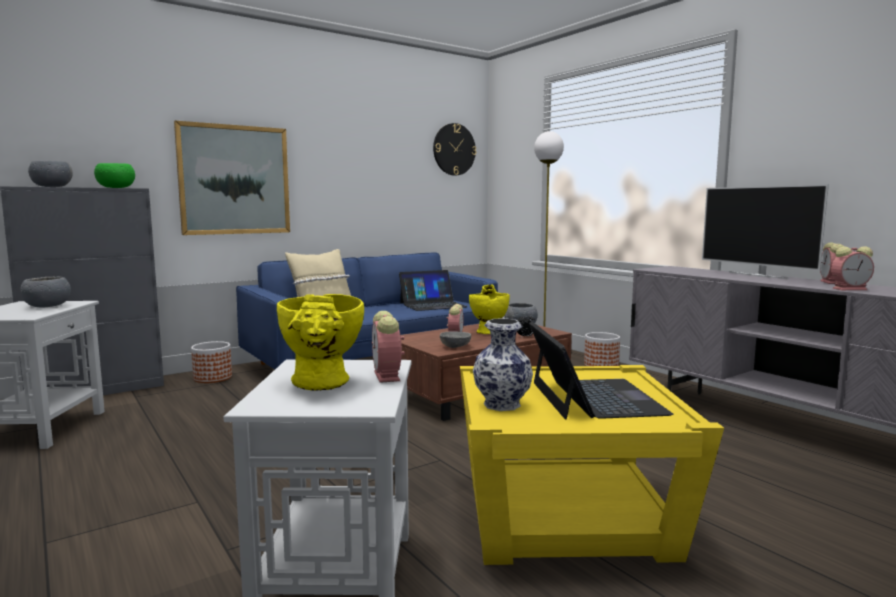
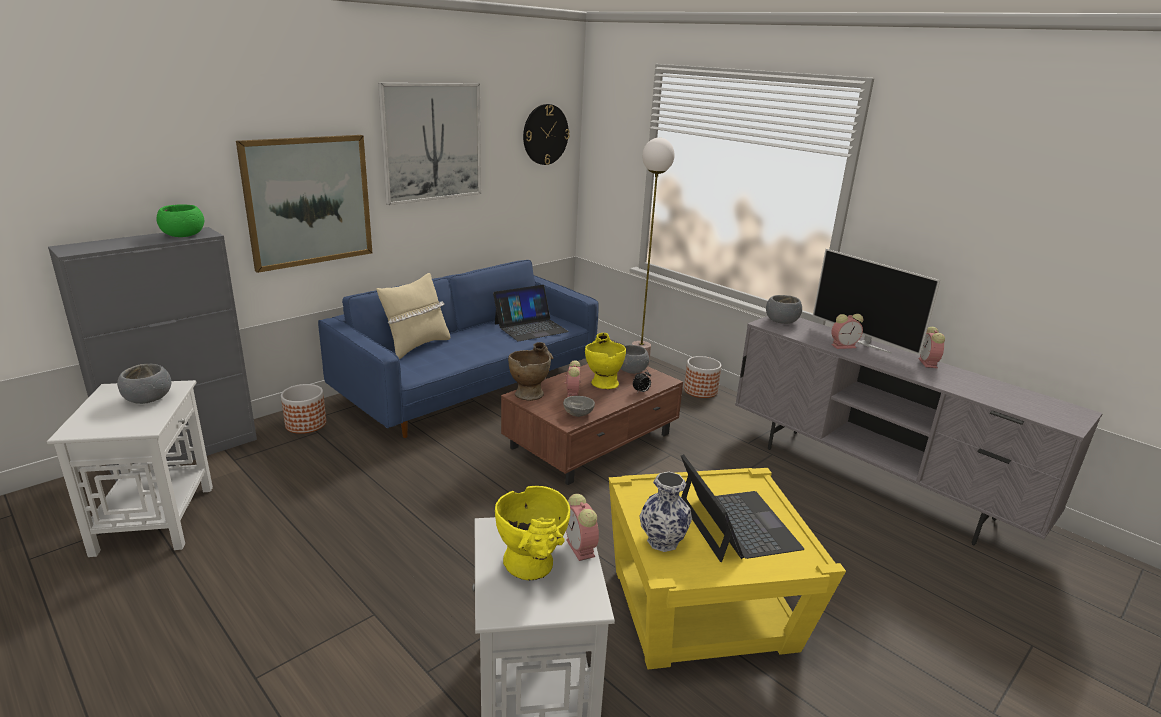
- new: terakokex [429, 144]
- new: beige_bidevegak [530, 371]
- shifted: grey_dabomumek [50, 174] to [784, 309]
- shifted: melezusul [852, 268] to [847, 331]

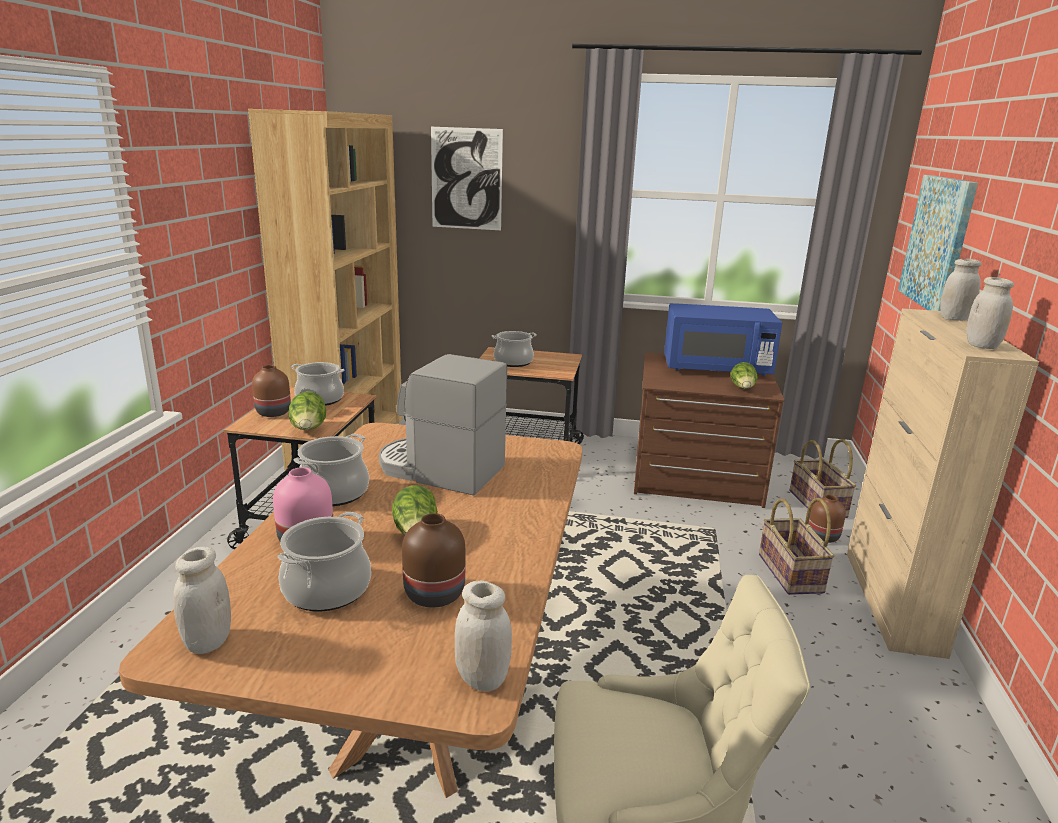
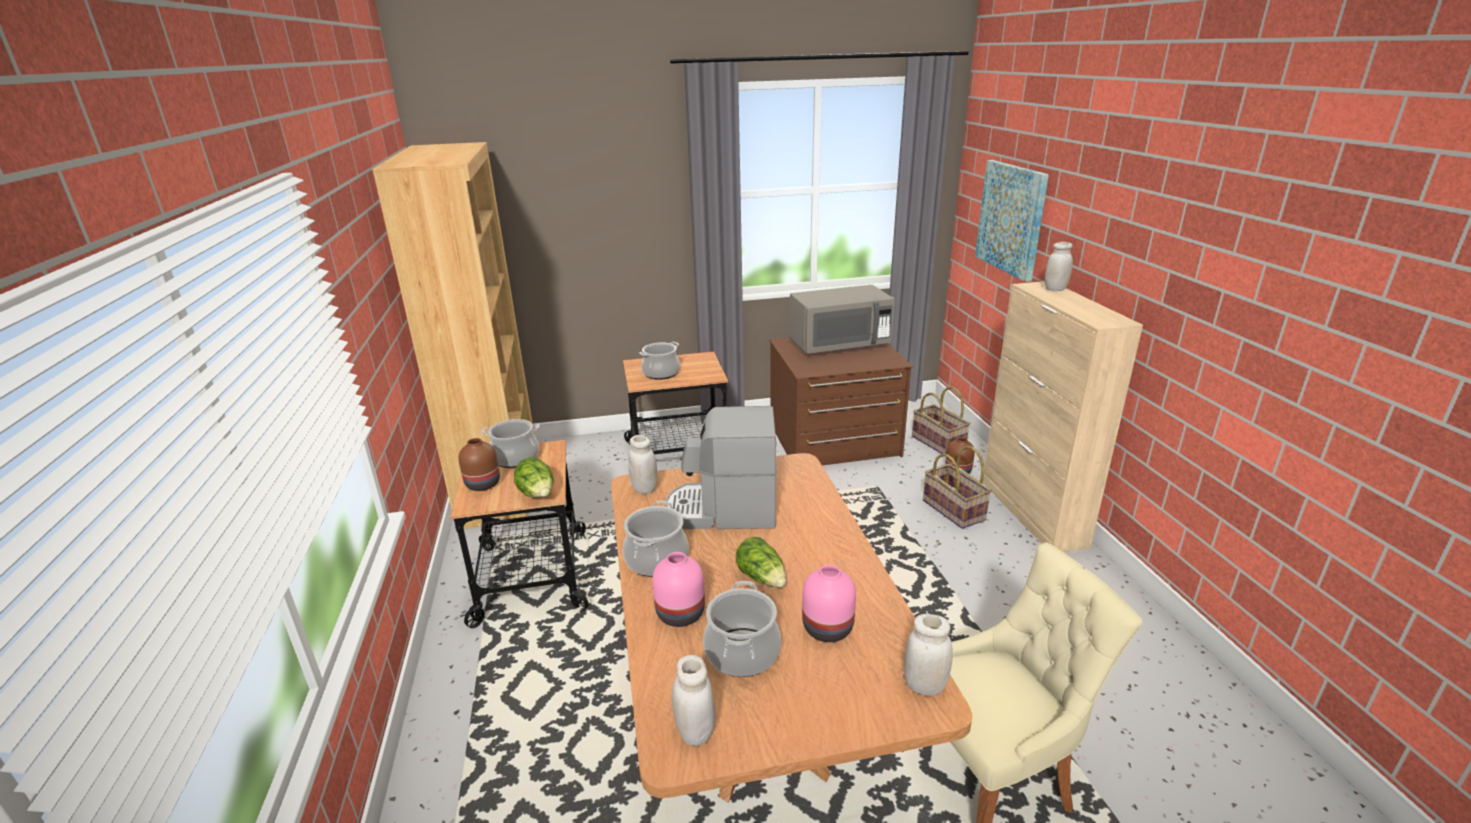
- gone: terakokex [467, 178]
- gone: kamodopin [744, 375]
- shifted: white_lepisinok [990, 313] to [642, 464]
- repainted: brown_bidevegak [433, 560] to pink_bidevegak [829, 603]
- repainted: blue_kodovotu [723, 339] to grey_kodovotu [842, 319]

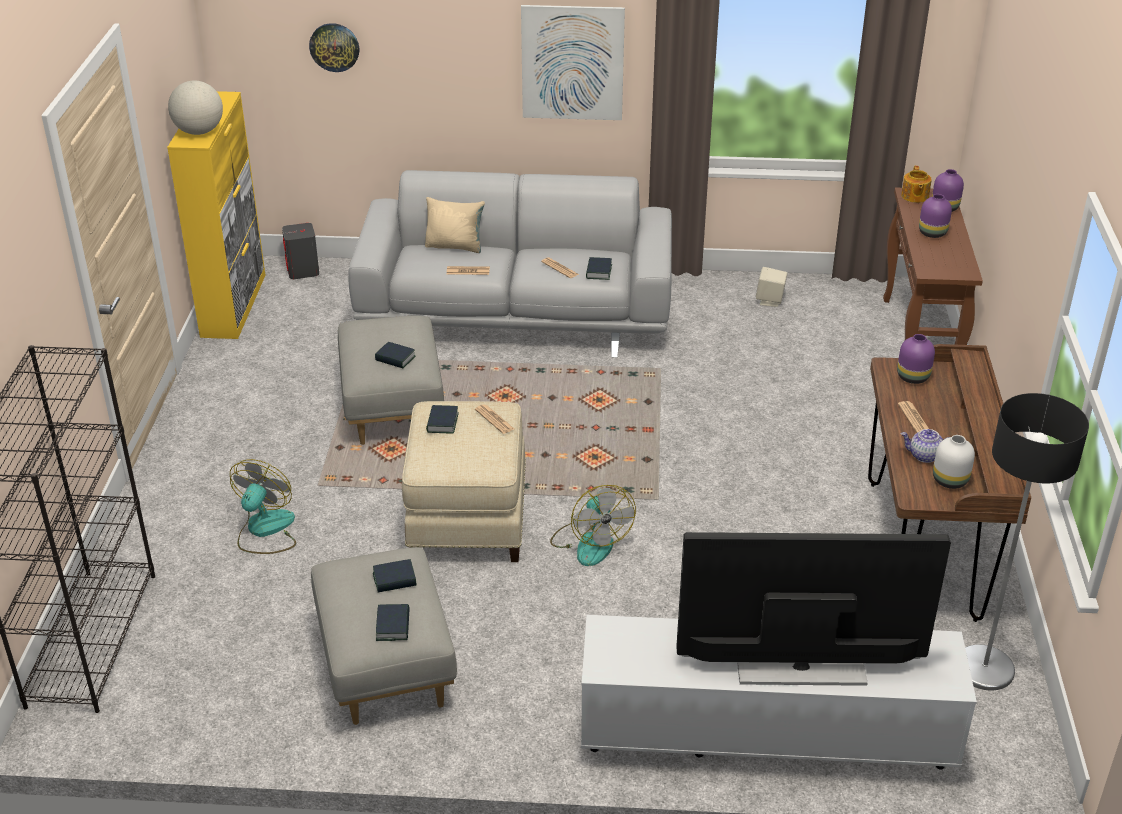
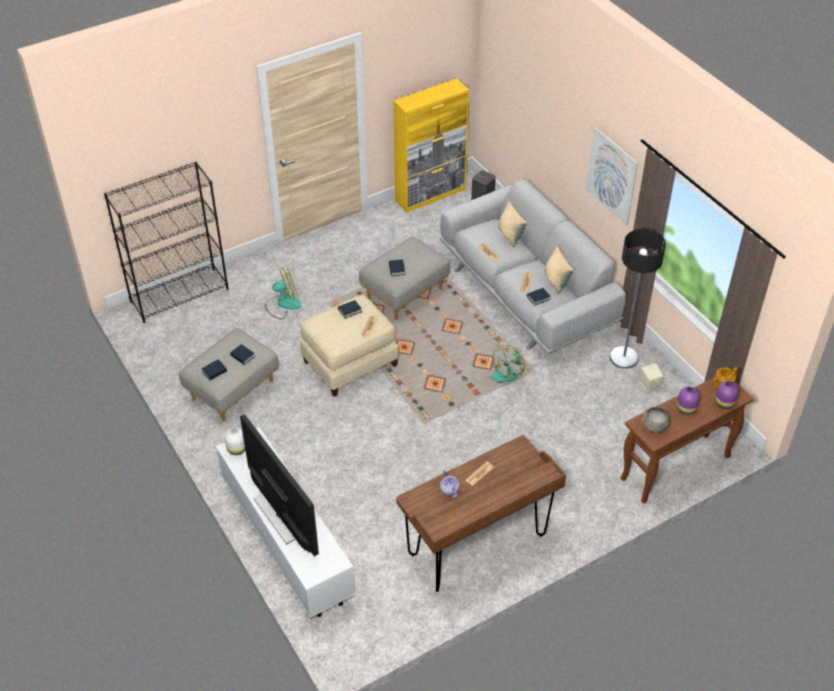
- gone: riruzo [195, 108]
- gone: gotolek [334, 47]
- gone: purple_bidevegak [916, 359]
- new: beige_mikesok [559, 270]
- new: grey_dabomumek [656, 420]
- shifted: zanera [593, 525] to [508, 363]
- shifted: white_bidevegak [954, 462] to [235, 441]
- shifted: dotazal [1027, 541] to [638, 299]

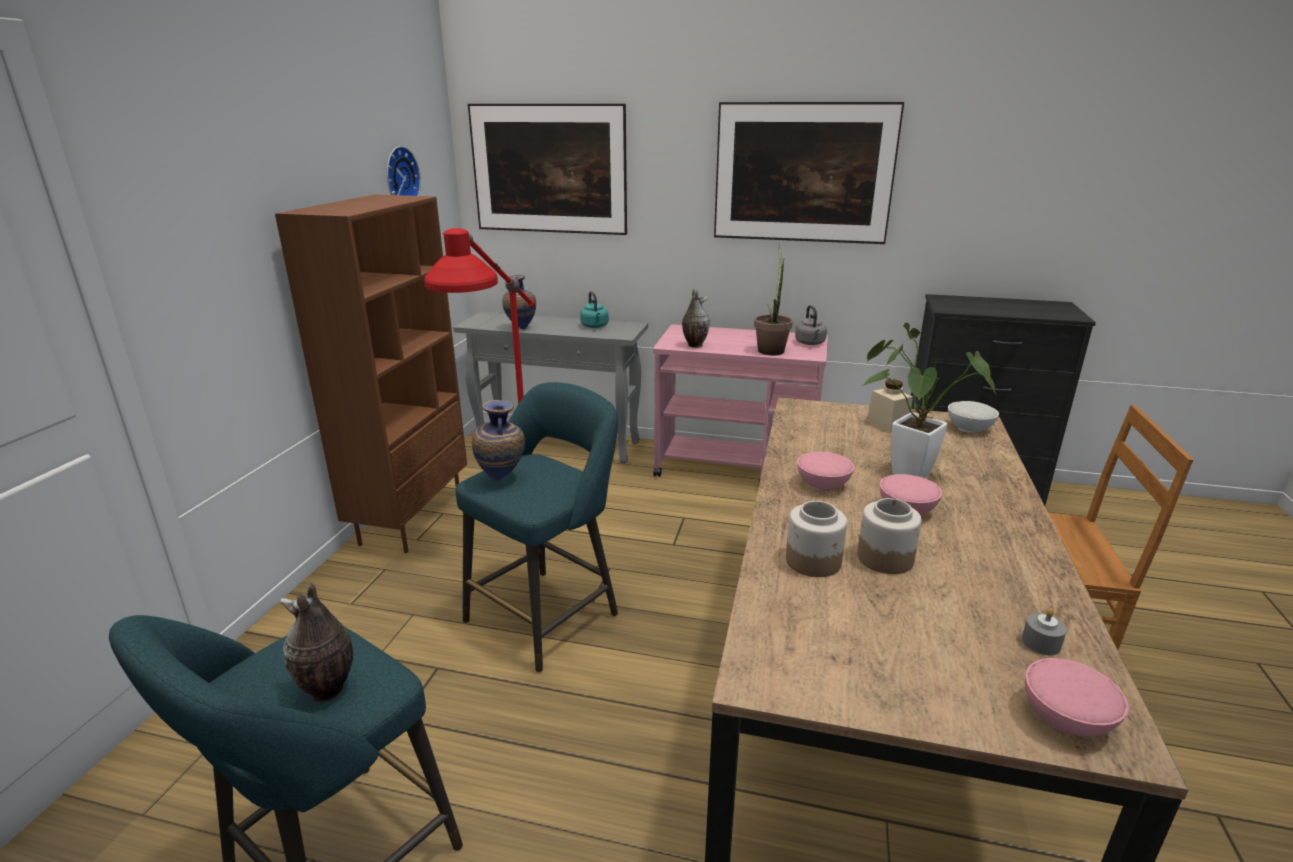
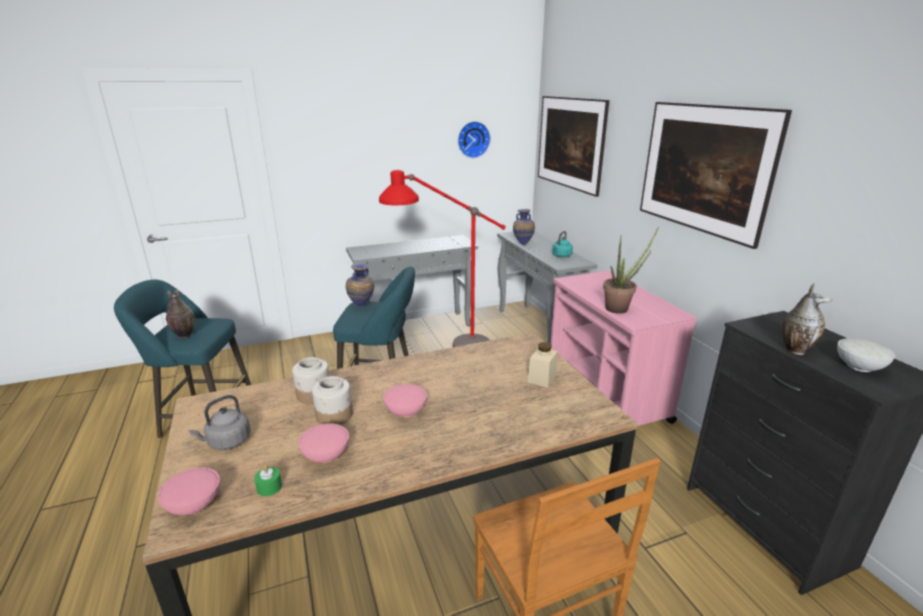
- gone: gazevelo [928, 400]
- shifted: bidevegak [696, 318] to [807, 319]
- shifted: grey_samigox [811, 325] to [220, 422]
- shifted: pink_dabomumek [825, 471] to [323, 443]
- shifted: white_dabomumek [973, 417] to [866, 355]
- swapped: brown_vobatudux [371, 374] to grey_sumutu [412, 281]
- repainted: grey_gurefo [1044, 632] to green_gurefo [268, 480]

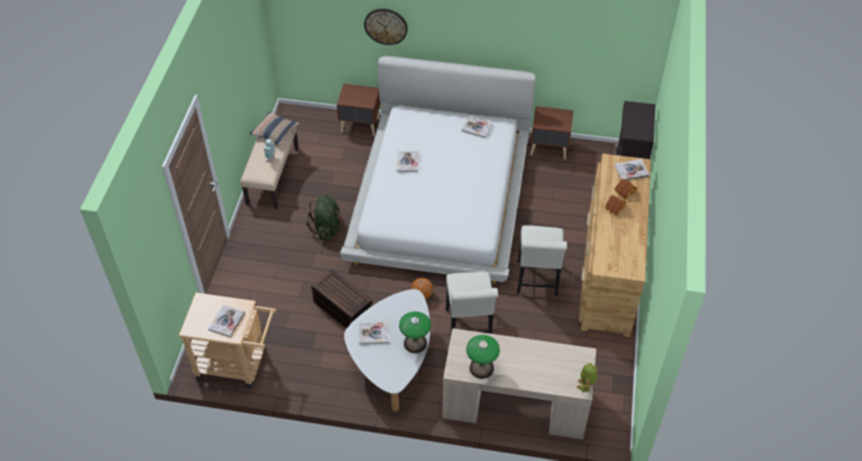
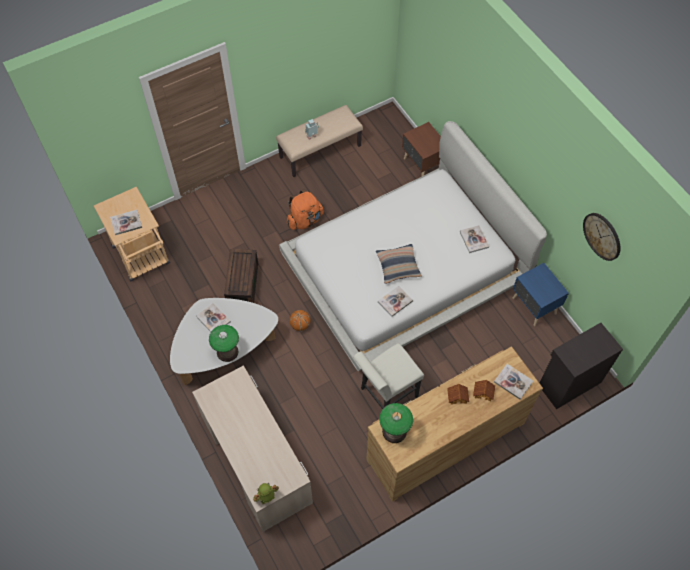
- gone: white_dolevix [472, 305]
- shifted: mikesok [274, 128] to [399, 264]
- shifted: gotolek [386, 27] to [601, 237]
- shifted: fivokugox [407, 161] to [395, 301]
- shifted: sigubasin [483, 357] to [396, 423]
- repainted: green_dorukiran [324, 218] to orange_dorukiran [305, 209]
- repainted: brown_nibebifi [552, 132] to blue_nibebifi [540, 294]

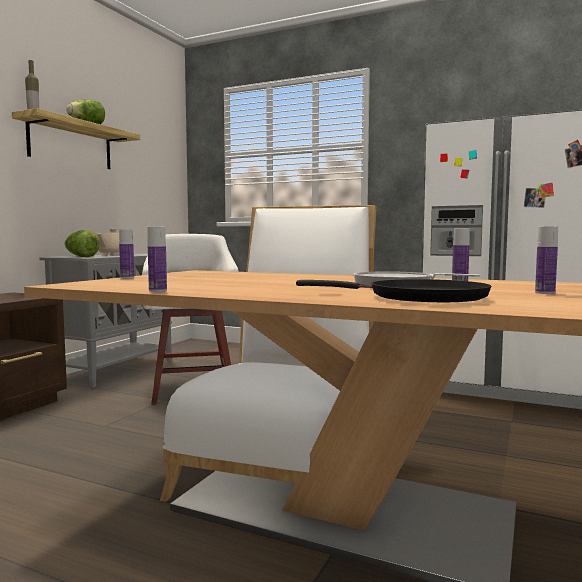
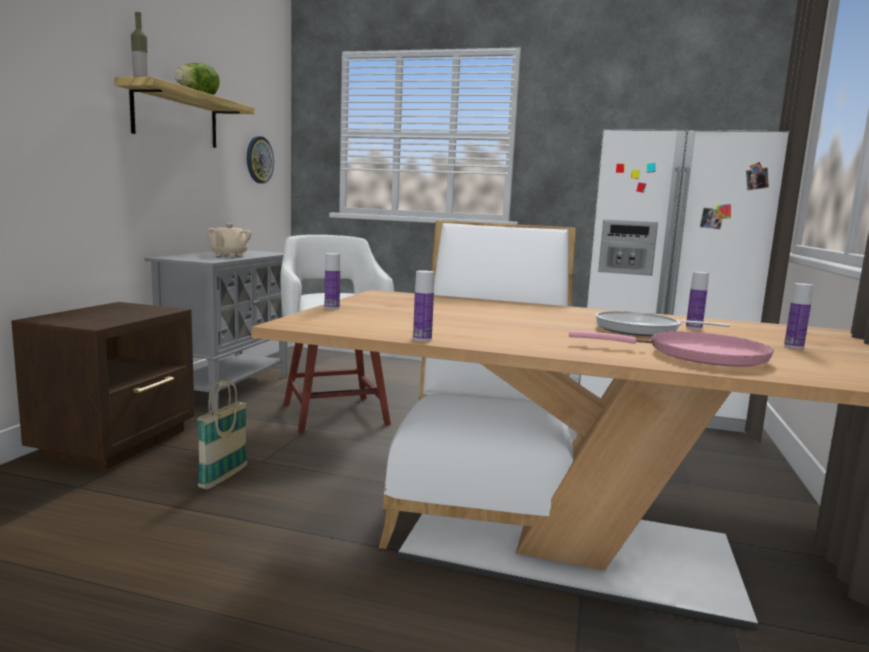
- gone: kamodopin [81, 243]
- new: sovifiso [222, 434]
- new: gotolek [260, 160]
- repainted: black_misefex [393, 290] to pink_misefex [671, 349]

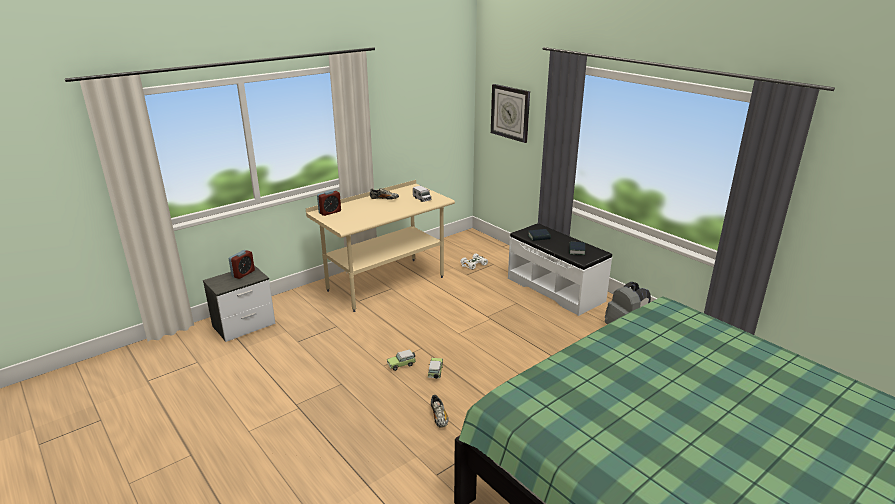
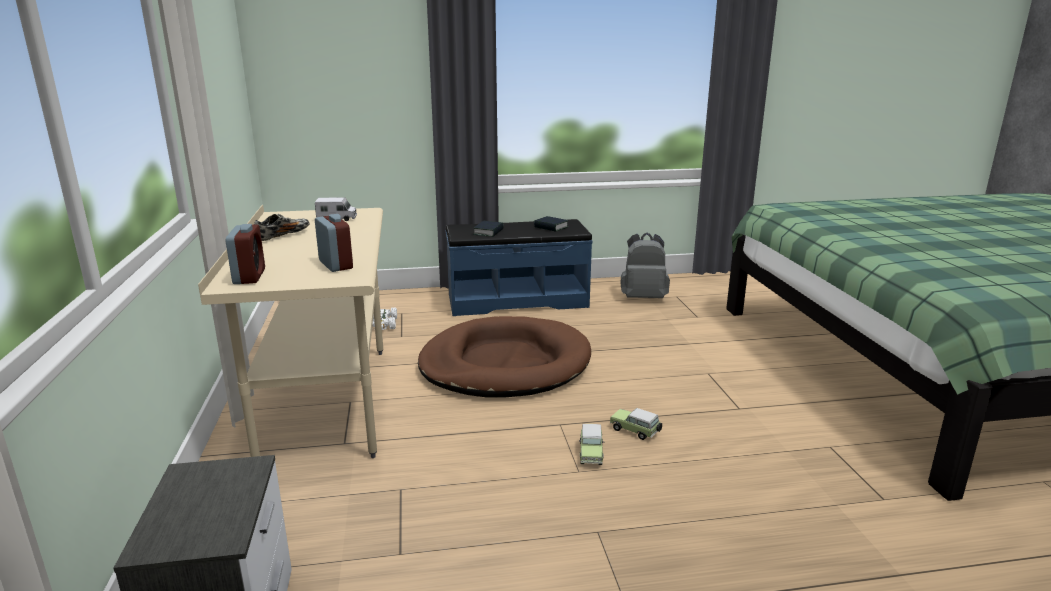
- gone: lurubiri [440, 411]
- gone: gotolek [510, 113]
- new: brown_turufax [504, 356]
- shifted: melezusul [242, 264] to [334, 243]
- repainted: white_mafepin [560, 269] to blue_mafepin [519, 267]

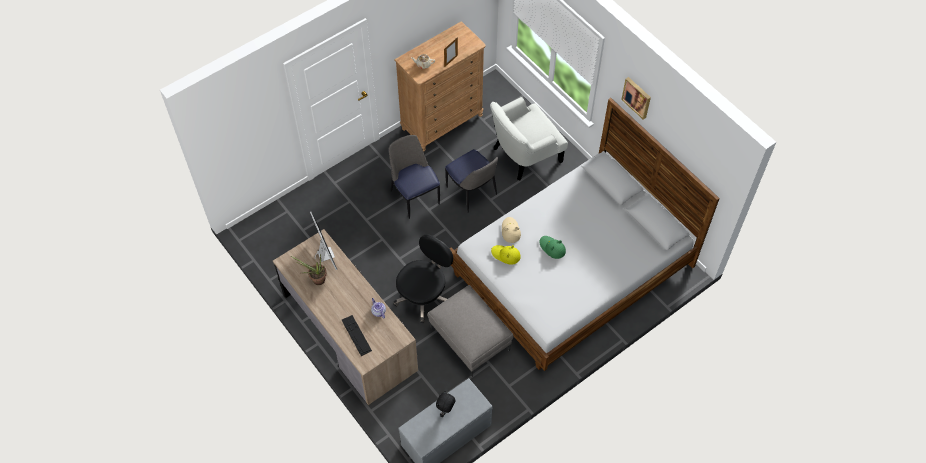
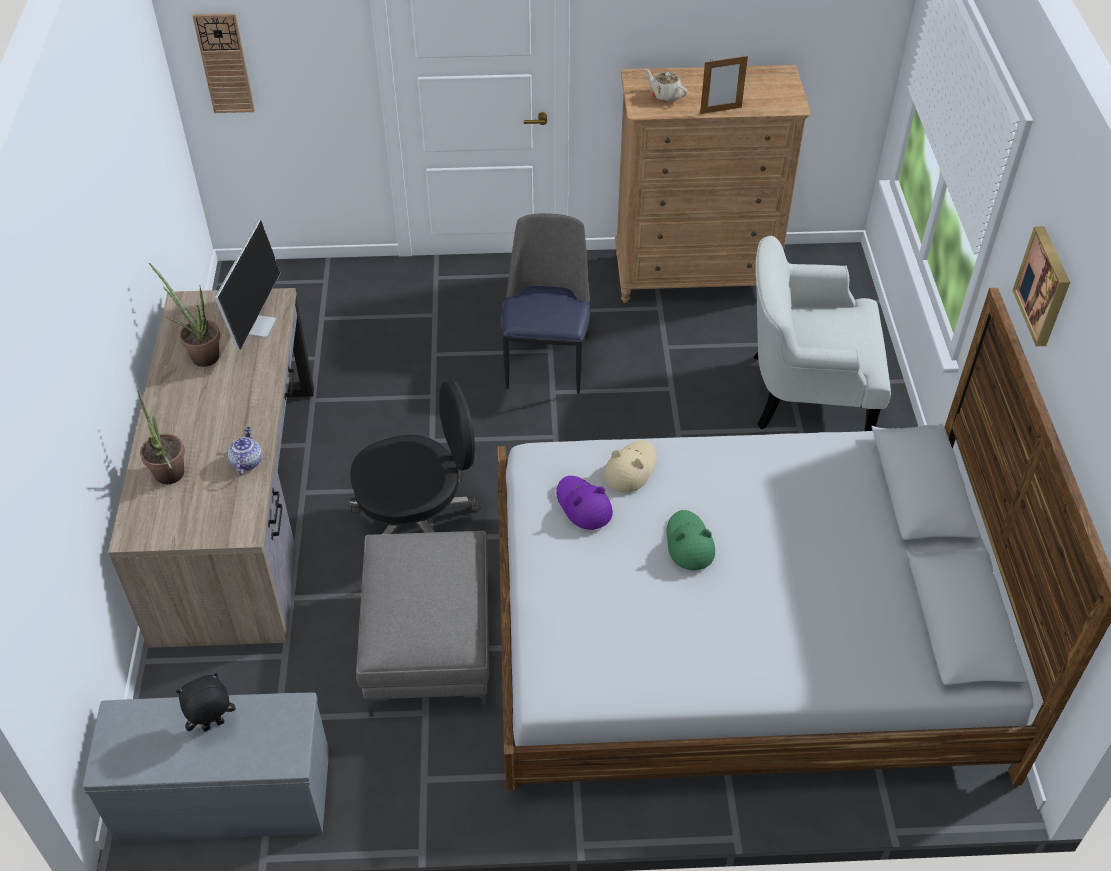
- gone: dolevix [471, 181]
- new: gotolek [224, 63]
- swapped: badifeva [357, 335] to gazevelo [161, 437]
- repainted: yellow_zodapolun [506, 255] to purple_zodapolun [584, 503]

